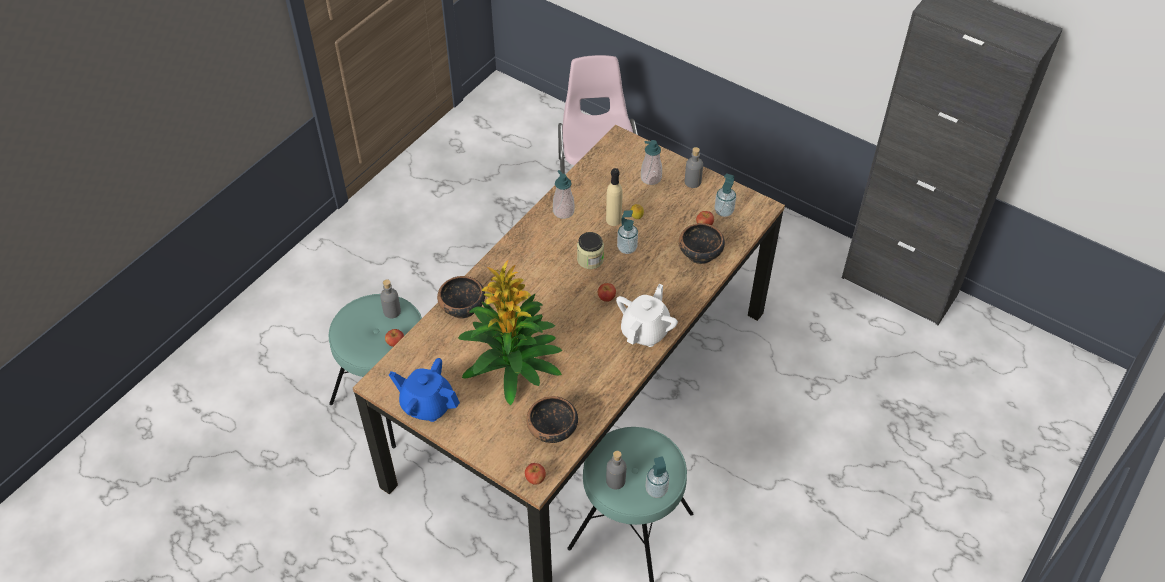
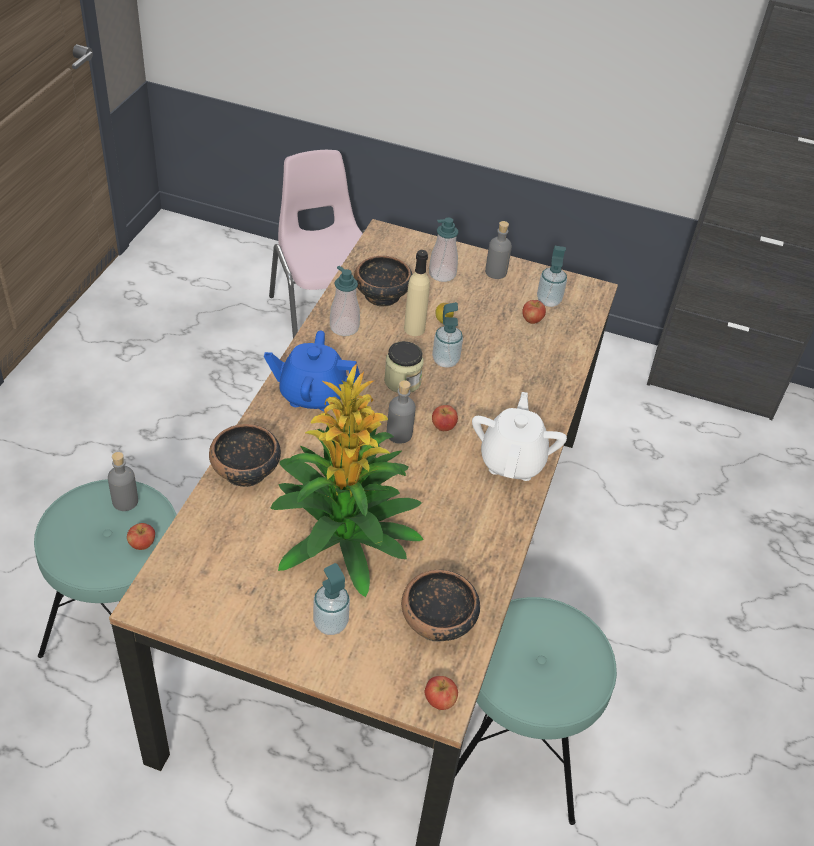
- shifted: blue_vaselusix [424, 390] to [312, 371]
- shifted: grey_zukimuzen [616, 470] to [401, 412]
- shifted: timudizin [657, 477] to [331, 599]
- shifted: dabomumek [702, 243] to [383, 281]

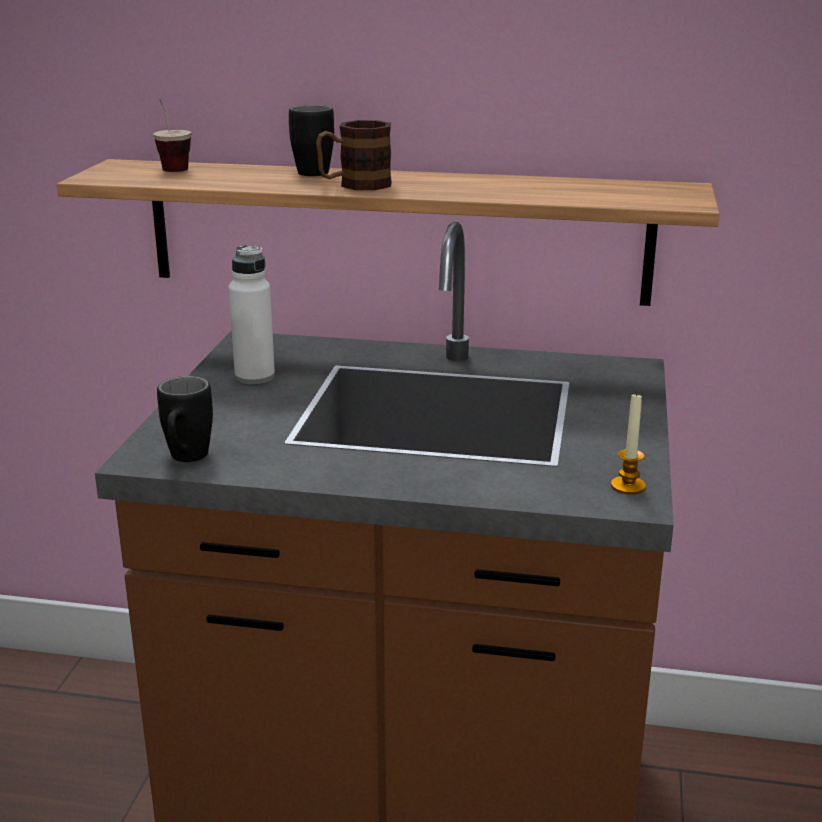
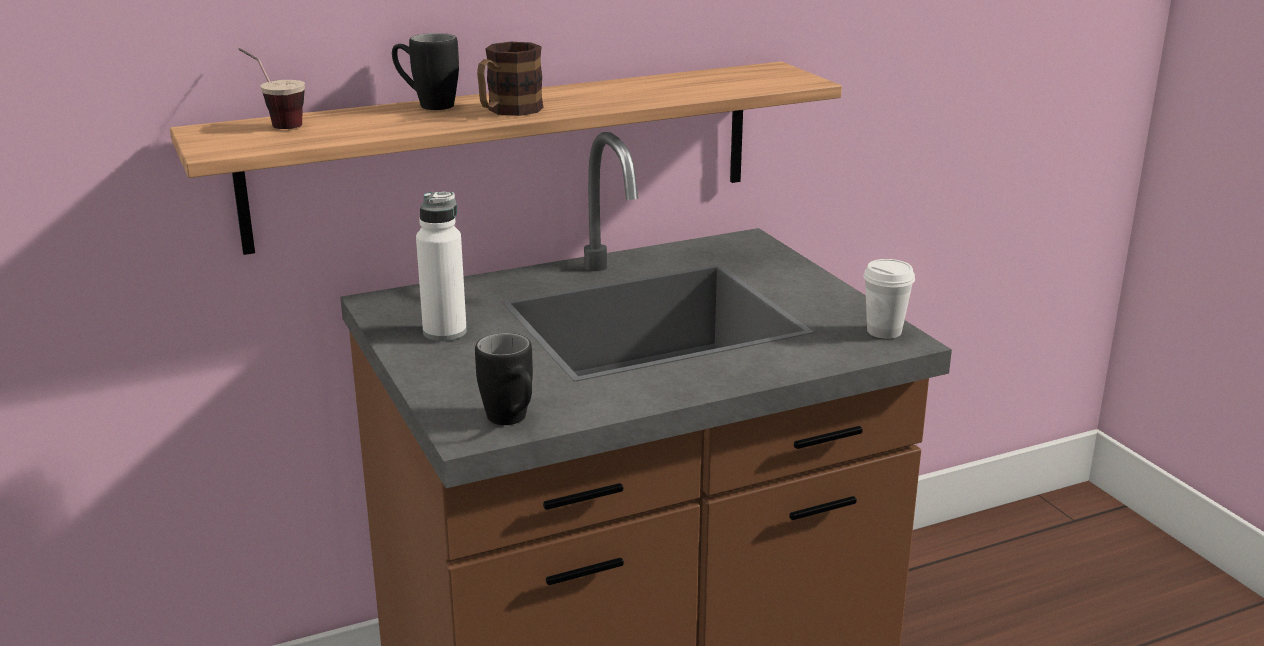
- swapped: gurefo [628, 443] to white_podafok [889, 299]

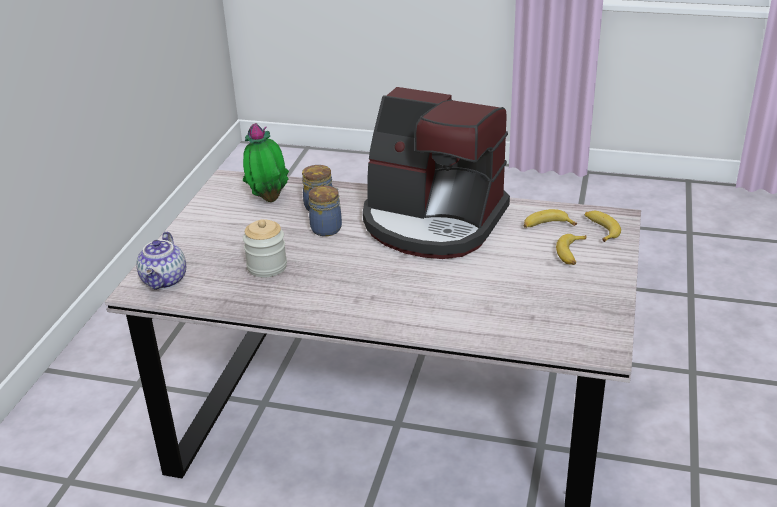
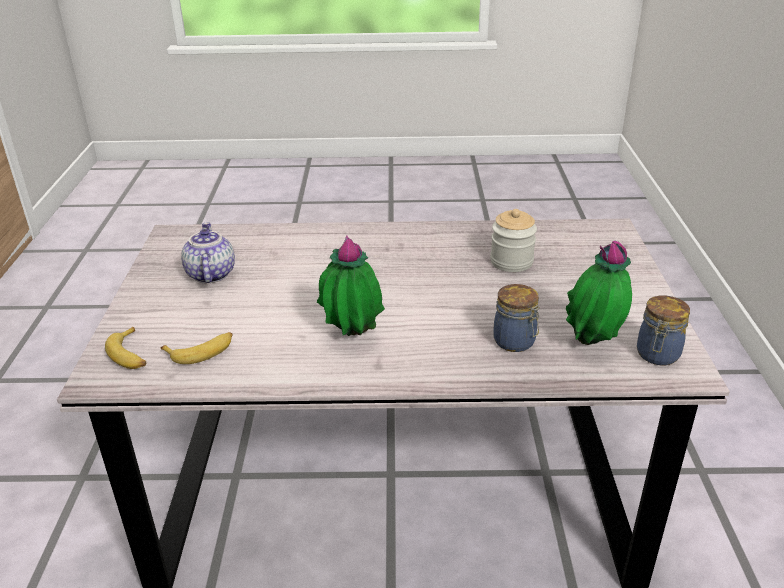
- gone: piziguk [571, 249]
- shifted: vaselusix [161, 260] to [208, 252]
- shifted: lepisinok [325, 211] to [663, 330]
- swapped: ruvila [436, 173] to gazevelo [351, 286]

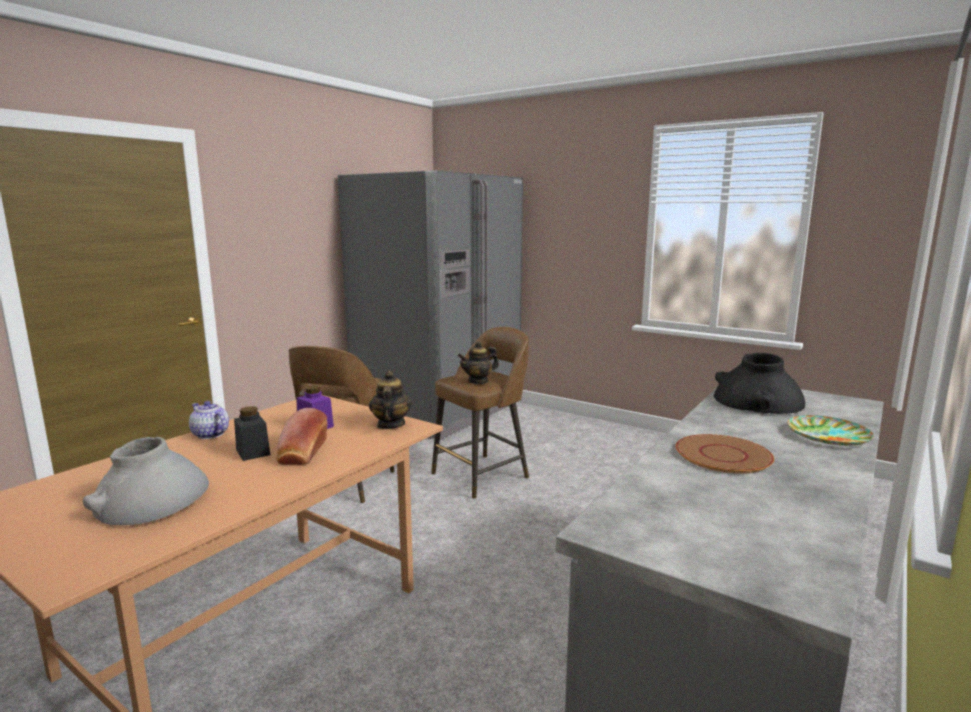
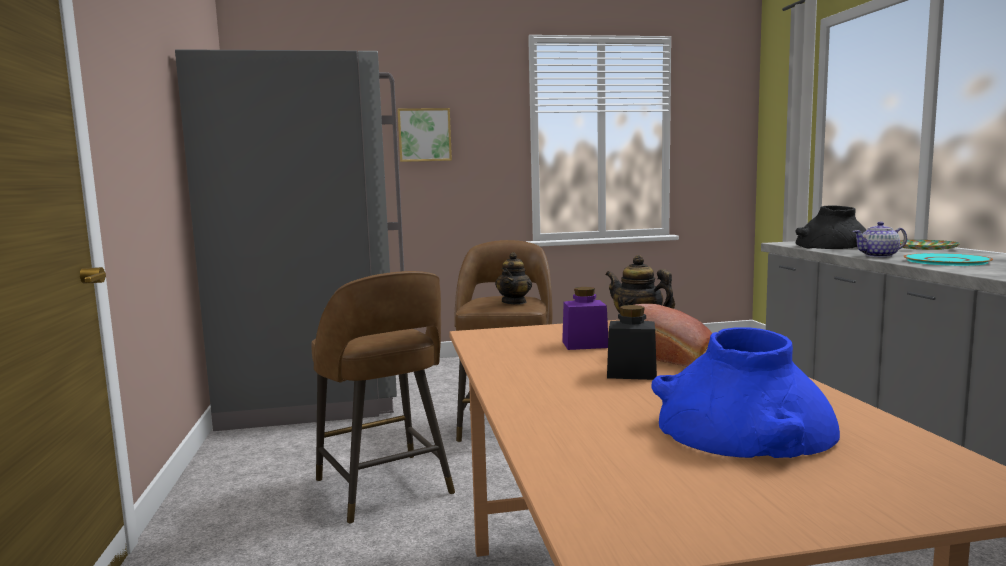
- new: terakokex [424, 135]
- shifted: vaselusix [209, 420] to [880, 239]
- repainted: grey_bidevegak [146, 481] to blue_bidevegak [745, 392]
- repainted: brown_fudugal [725, 454] to turquoise_fudugal [948, 259]

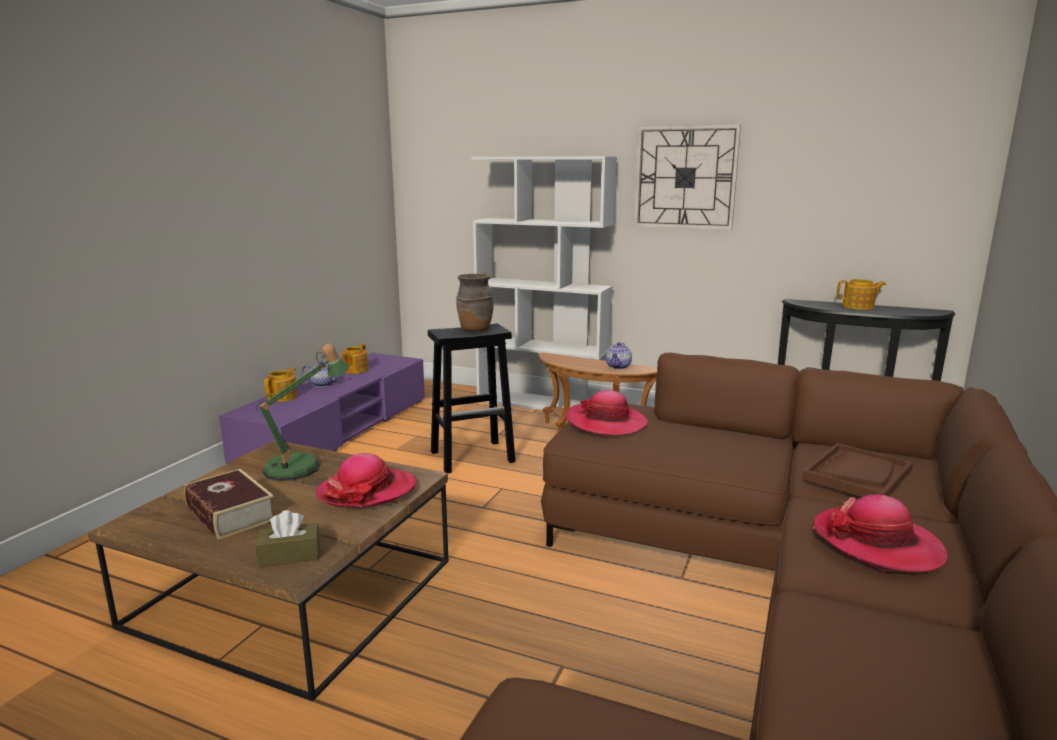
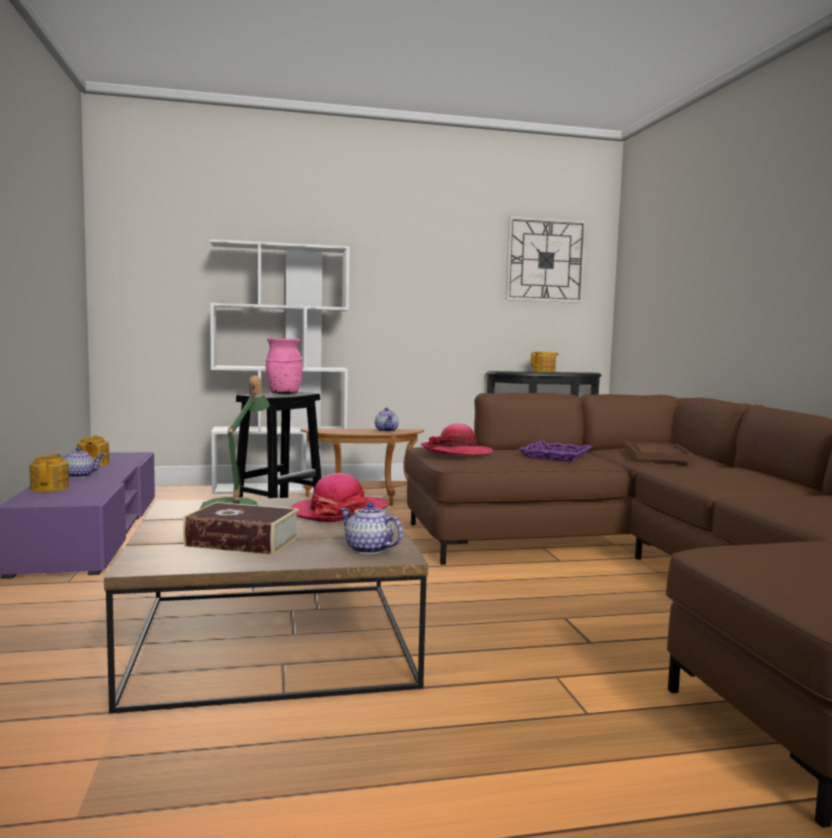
- gone: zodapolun [880, 533]
- new: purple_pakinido [555, 451]
- shifted: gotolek [687, 177] to [546, 259]
- swapped: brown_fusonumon [288, 538] to vaselusix [371, 528]
- repainted: brown_bidevegak [474, 302] to pink_bidevegak [284, 366]

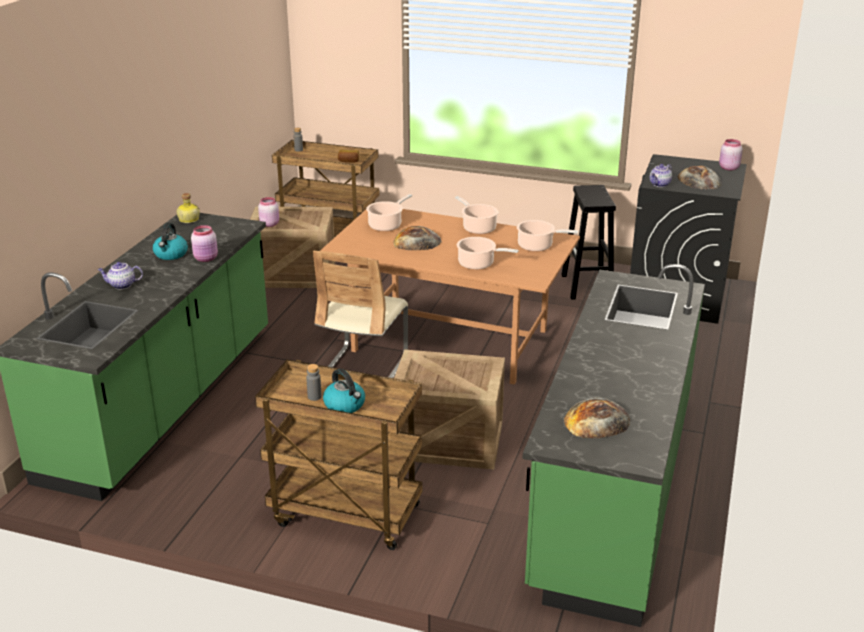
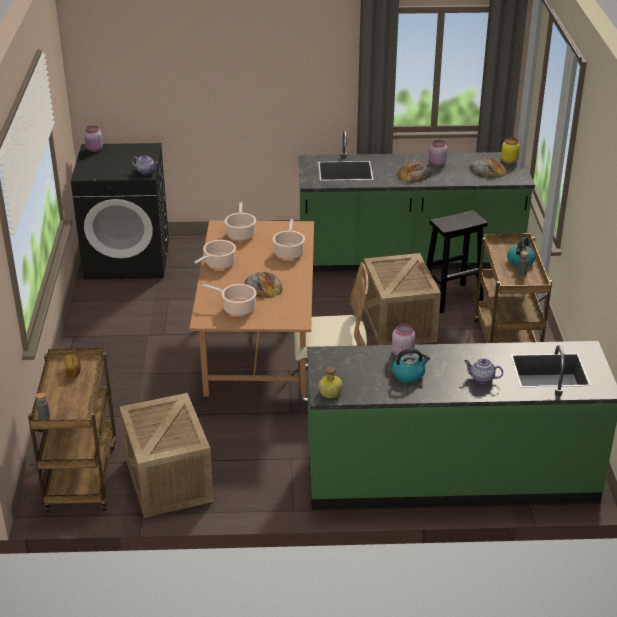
- new: yellow_lepisinok [510, 151]
- shifted: pink_lepisinok [268, 212] to [438, 153]
- shifted: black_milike [588, 242] to [457, 261]
- shifted: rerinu [699, 178] to [414, 172]
- rotated: vaselusix [120, 275] = [483, 371] 135 degrees clockwise

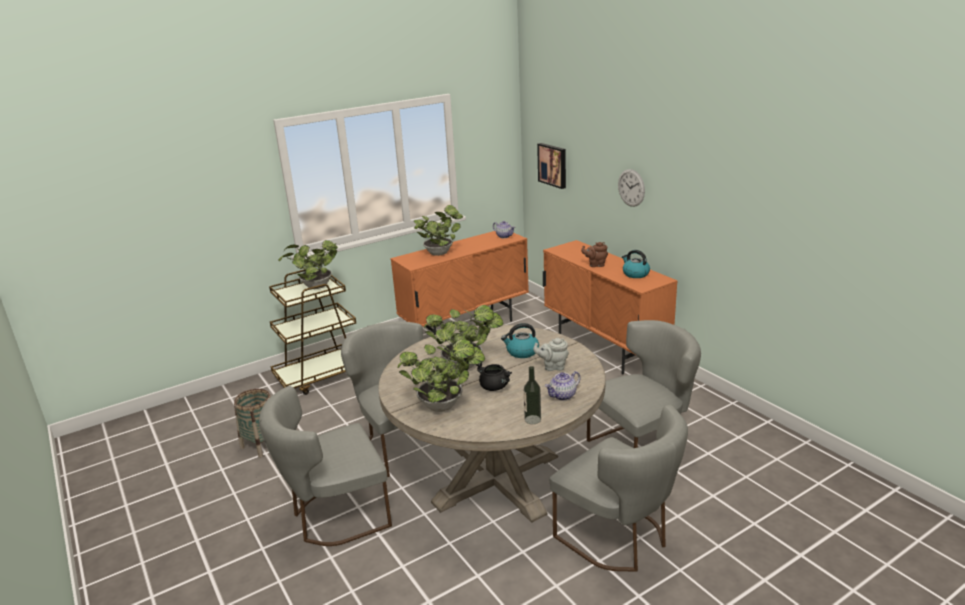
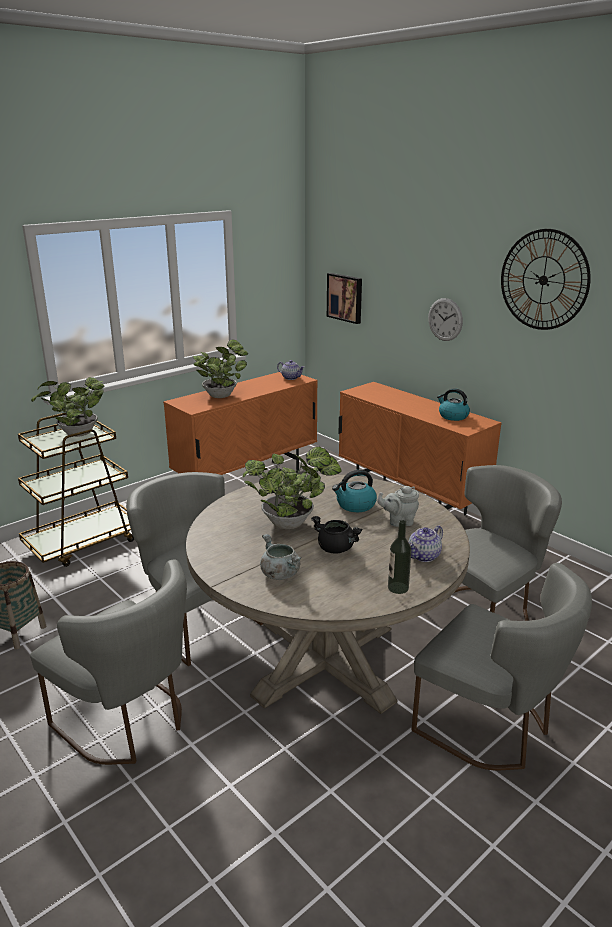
- gone: brown_vaselusix [594, 254]
- new: gotolek [546, 279]
- swapped: gazevelo [441, 375] to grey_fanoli [281, 557]
- rotated: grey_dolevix [325, 466] = [108, 662] 105 degrees counterclockwise

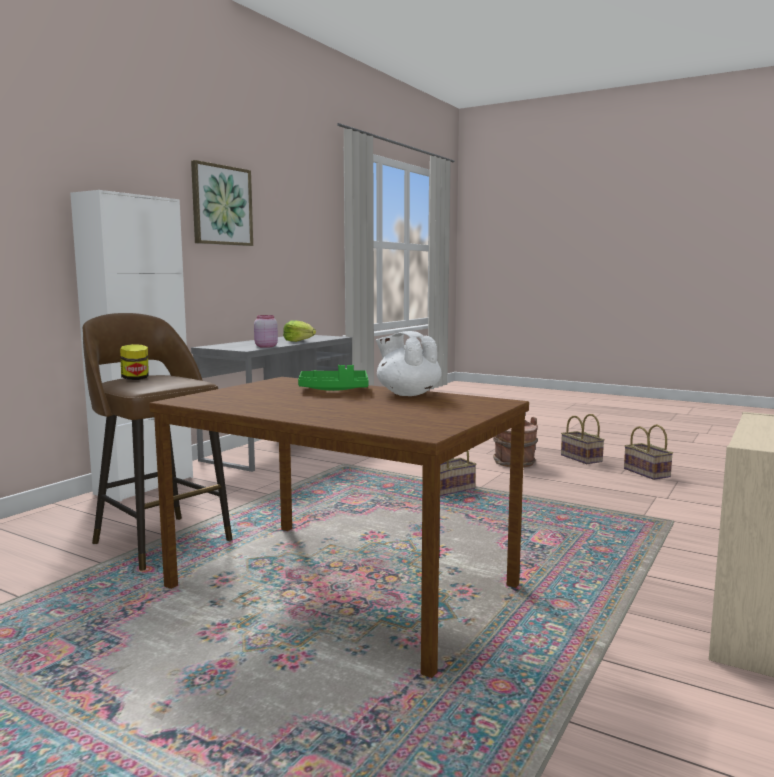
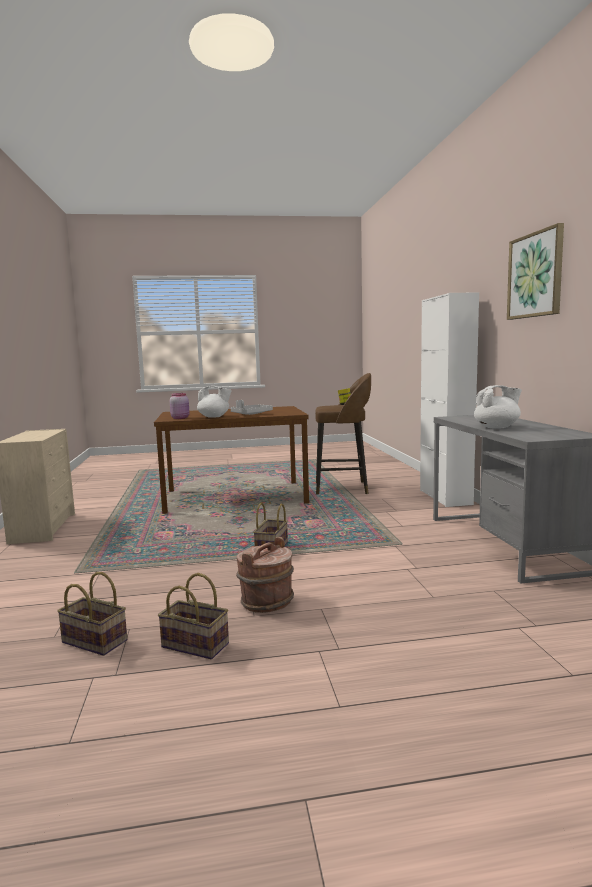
- shifted: pink_lepisinok [266, 331] to [180, 406]
- swapped: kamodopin [299, 331] to white_vaselusix [498, 407]
- repainted: green_pakinido [333, 378] to grey_pakinido [252, 407]

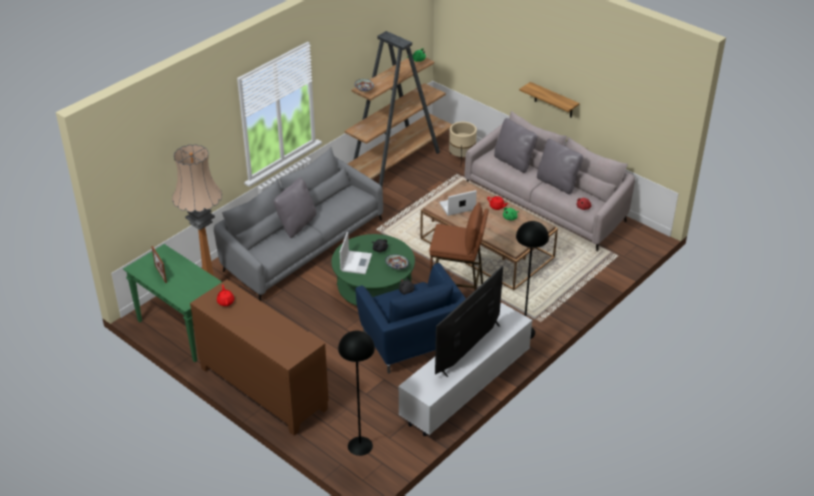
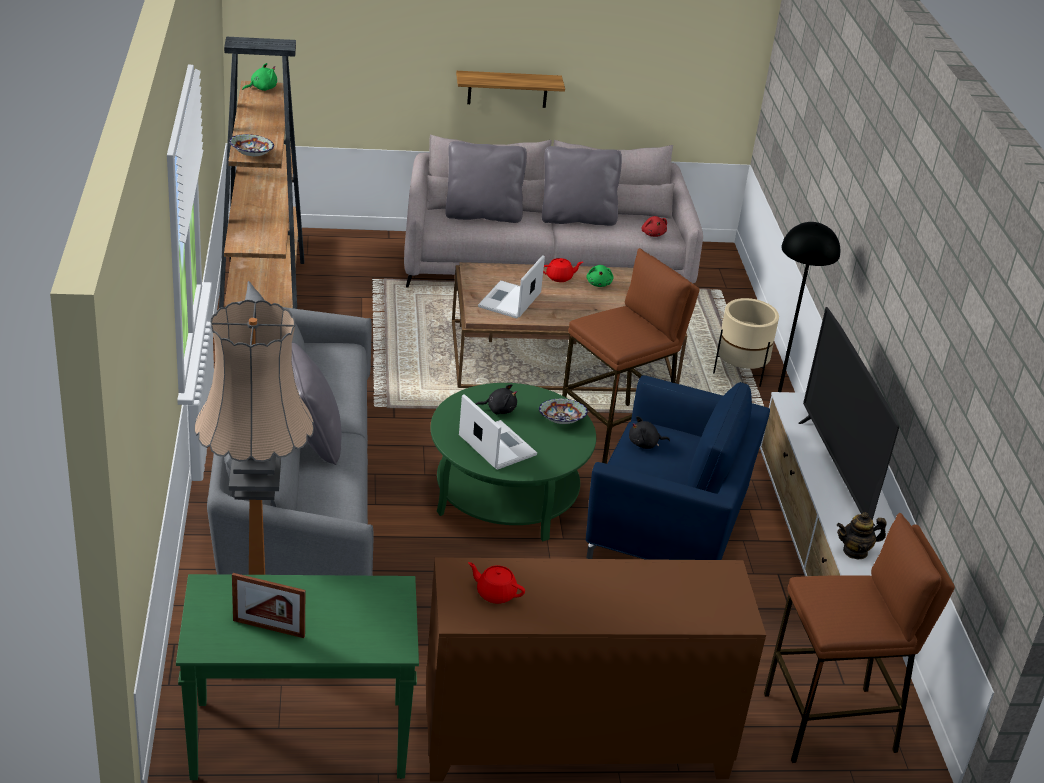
- new: vaselusix [862, 535]
- shifted: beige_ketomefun [463, 142] to [746, 342]
- swapped: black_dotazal [356, 393] to brown_milike [859, 638]

